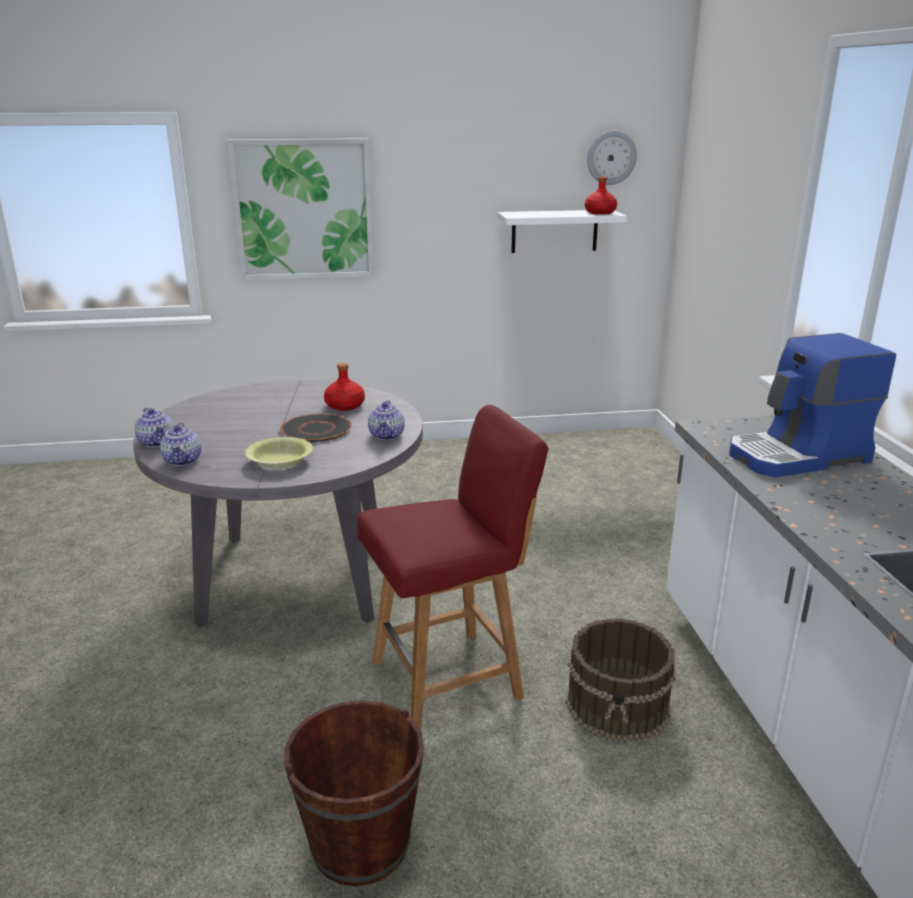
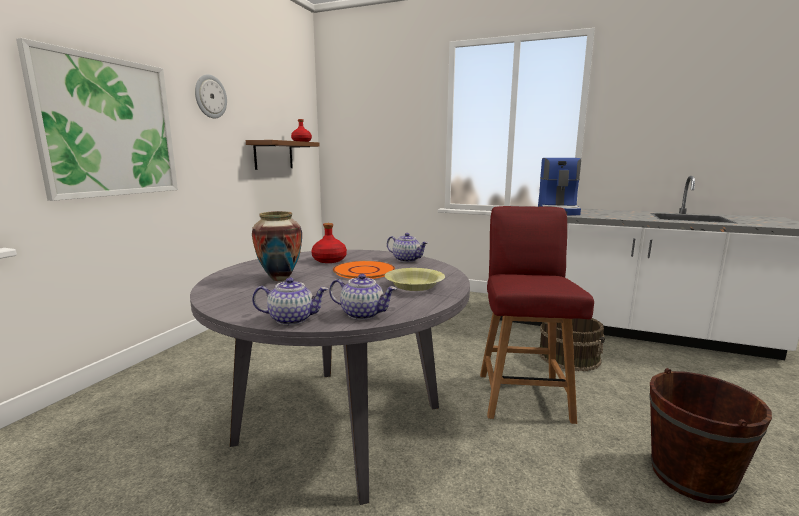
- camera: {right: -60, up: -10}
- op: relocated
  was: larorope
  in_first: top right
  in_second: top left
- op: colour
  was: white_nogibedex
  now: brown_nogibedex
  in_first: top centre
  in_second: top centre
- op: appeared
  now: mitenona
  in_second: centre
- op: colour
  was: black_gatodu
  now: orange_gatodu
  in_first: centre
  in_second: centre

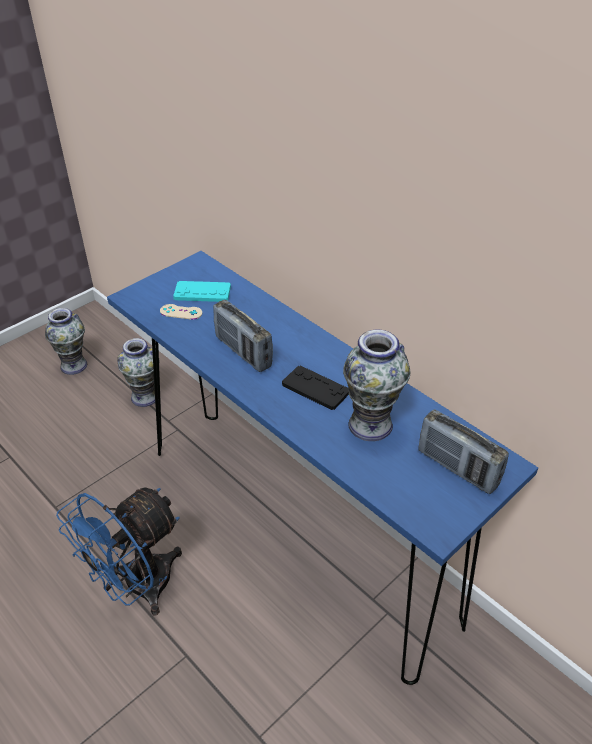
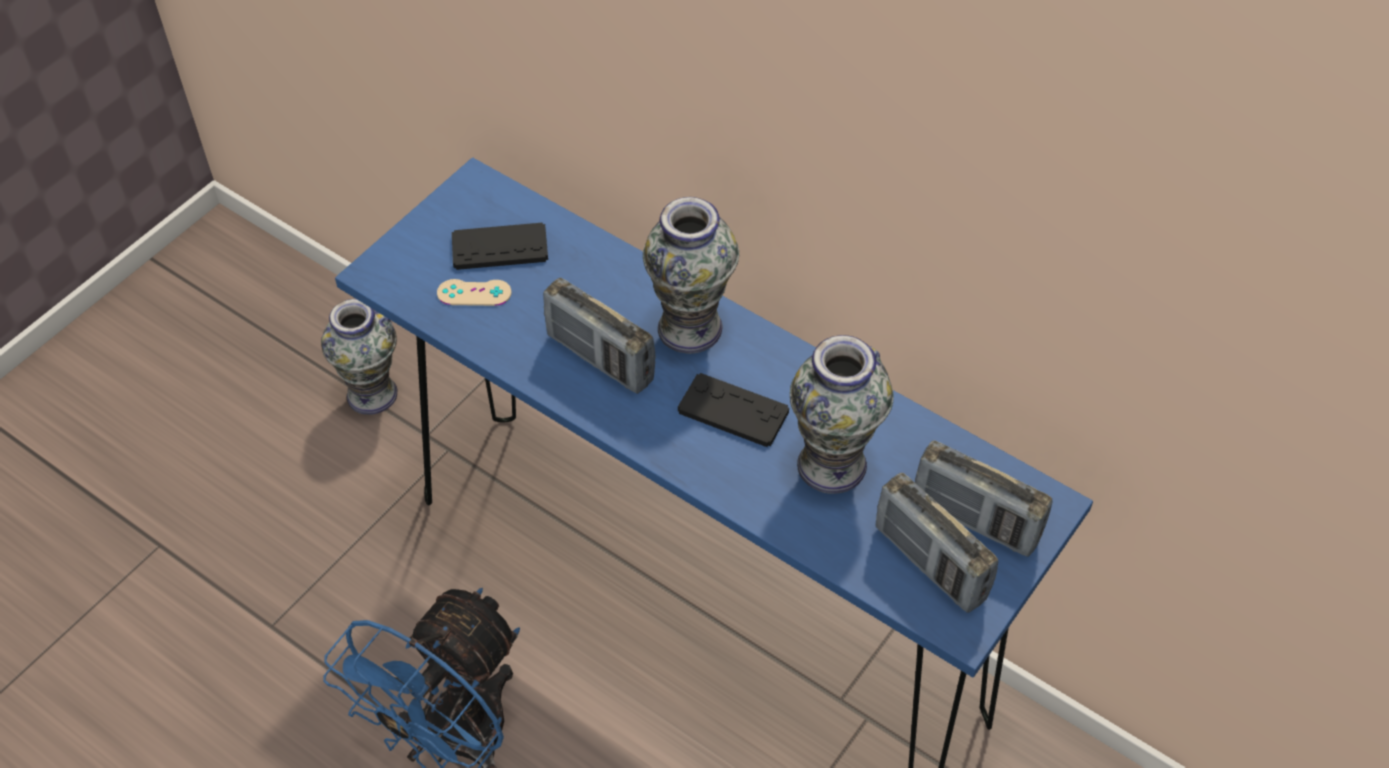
- camera: {right: -10, up: 10}
- op: colour
  was: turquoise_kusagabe
  now: black_kusagabe (no. 1 from left)
  in_first: centre
  in_second: top centre
- op: relocated
  was: mitenona (no. 1 from left in the first image)
  now: mitenona (no. 2 from left)
  in_first: middle left
  in_second: centre
- op: appeared
  now: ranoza (no. 2 from left)
  in_second: bottom right

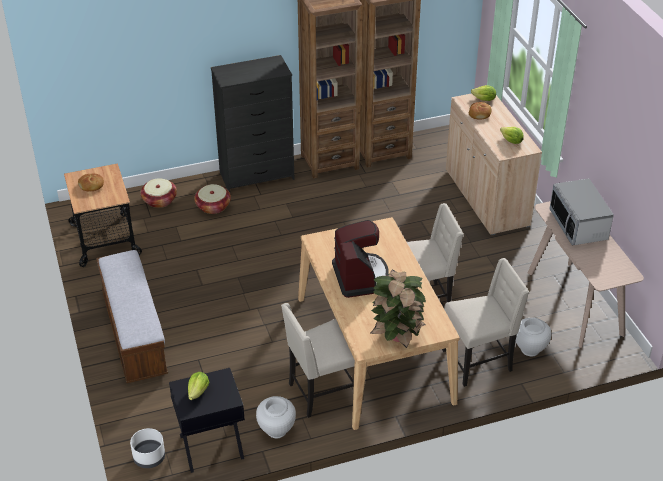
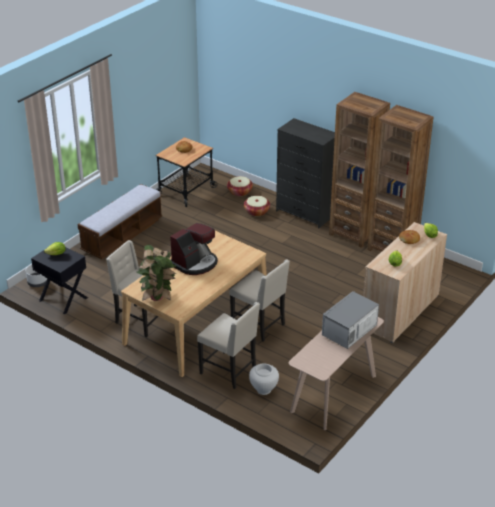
- camera: {right: 55, up: -5}
- op: missing
  was: white_mitenona (no. 1 from left)
  in_first: bottom centre

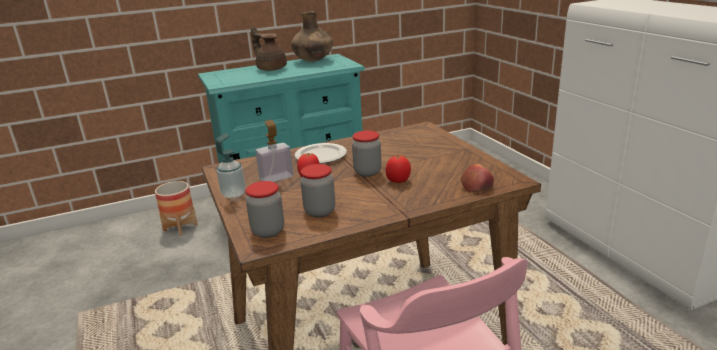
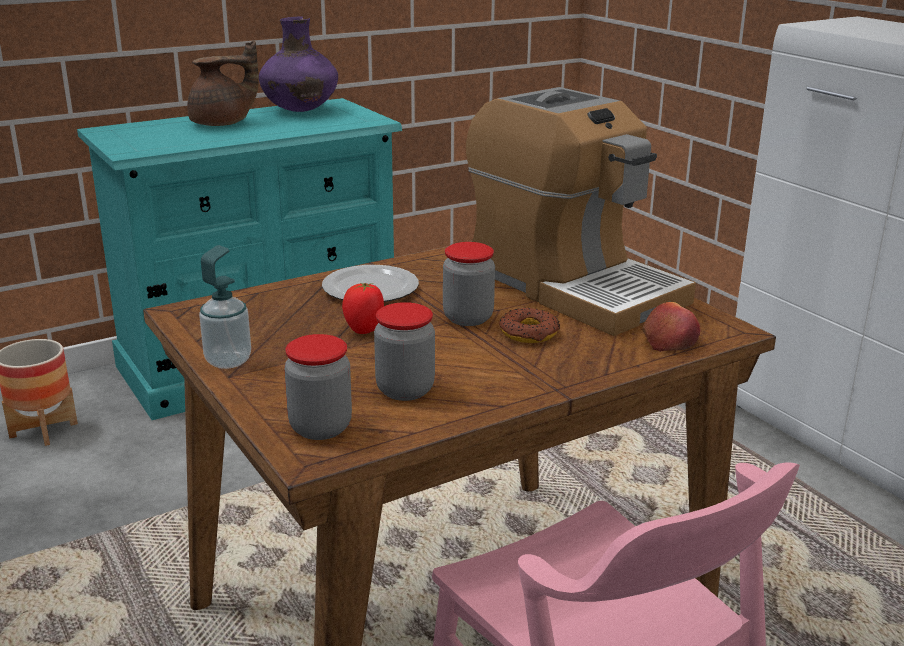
- camera: {right: -10, up: 0}
- op: spun
  was: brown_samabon
  in_first: top centre
  in_second: top left
  clockwise: 120
- op: colour
  was: brown_mitenona
  now: purple_mitenona
  in_first: top centre
  in_second: top left
- op: appeared
  now: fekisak
  in_second: top centre
- op: exchanged
  was: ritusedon (no. 2 from left)
  now: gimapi
  in_first: centre
  in_second: centre
- op: missing
  was: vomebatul (no. 2 from left)
  in_first: centre

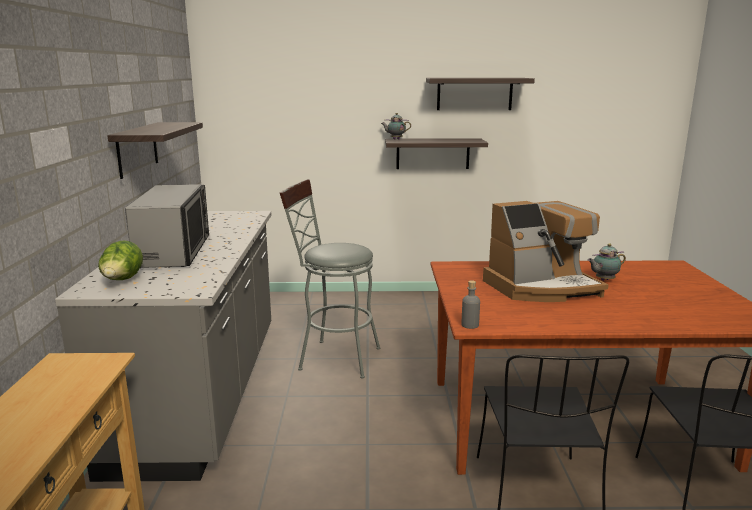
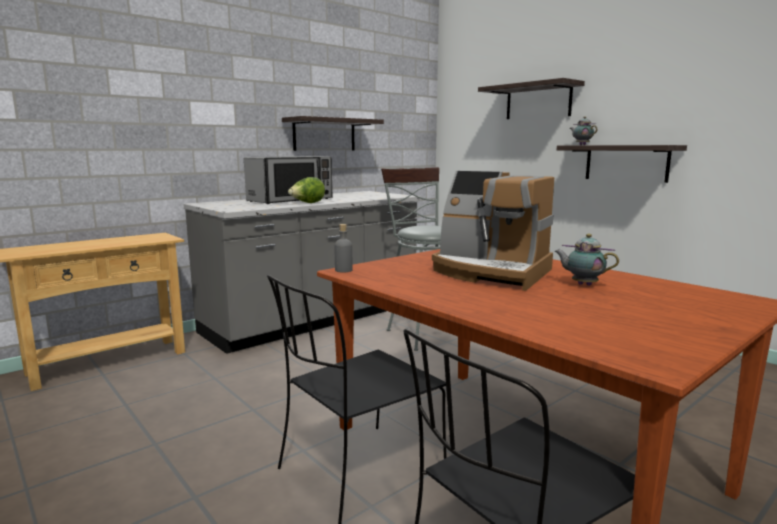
- camera: {right: 50, up: -5}
- op: relocated
  was: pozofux
  in_first: middle left
  in_second: centre
- op: relocated
  was: nogibedex (no. 3 from left in the first image)
  now: nogibedex (no. 2 from left)
  in_first: top centre
  in_second: top right

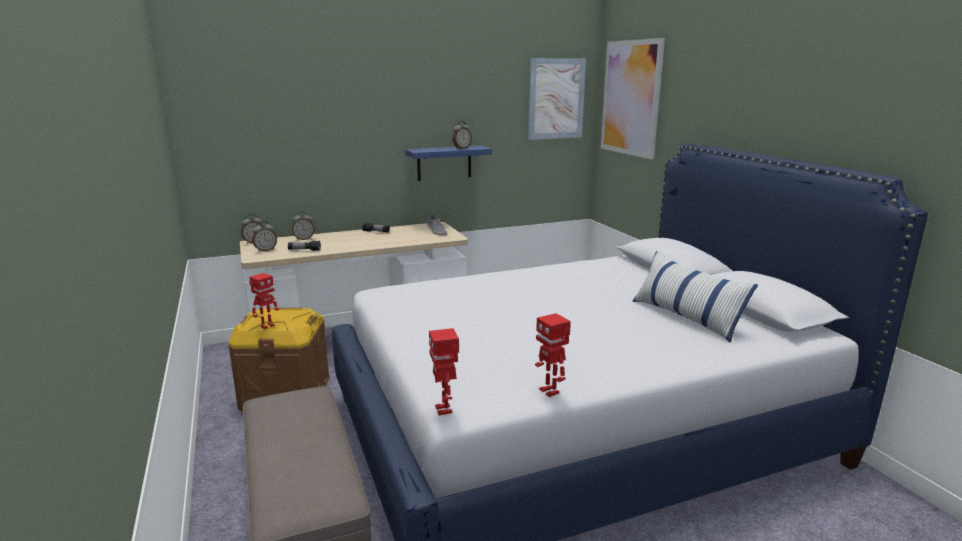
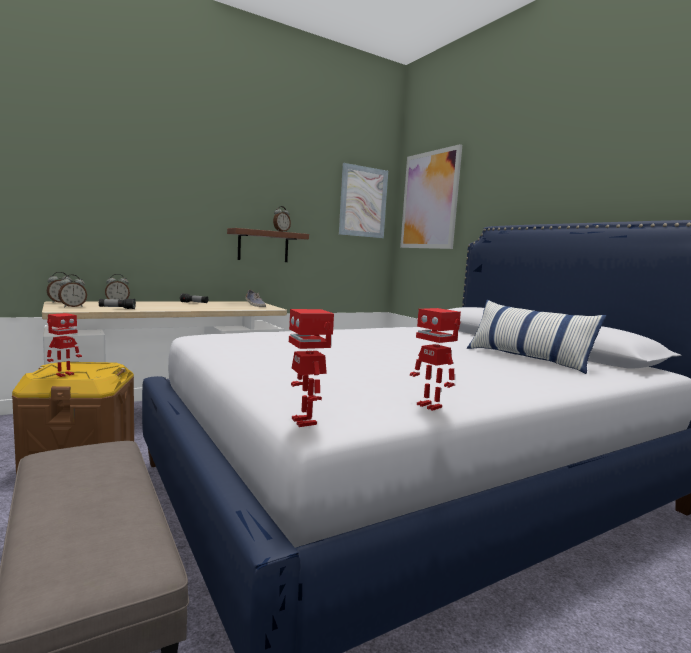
- camera: {right: -10, up: -10}
- op: colour
  was: blue_nogibedex
  now: brown_nogibedex
  in_first: top centre
  in_second: centre

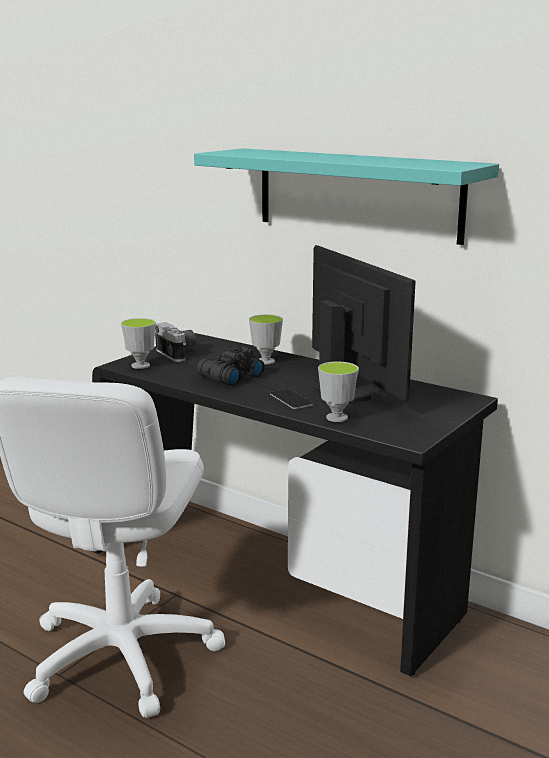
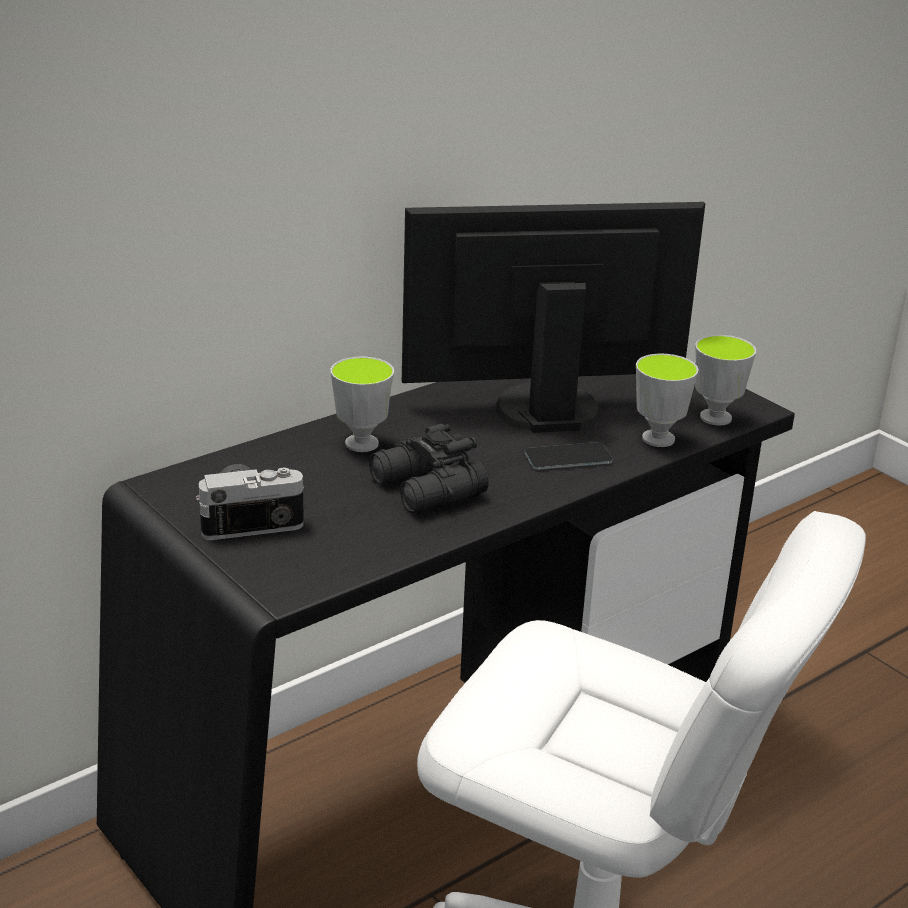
- camera: {right: -75, up: 10}
- op: relocated
  was: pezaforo (no. 1 from left in the first image)
  now: pezaforo (no. 3 from left)
  in_first: middle left
  in_second: middle right
- op: missing
  was: turquoise_nogibedex
  in_first: top centre

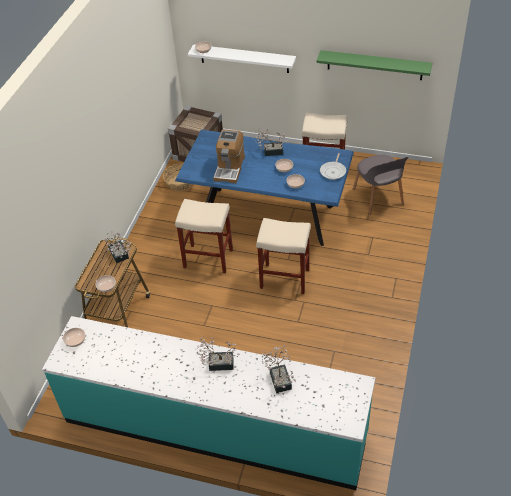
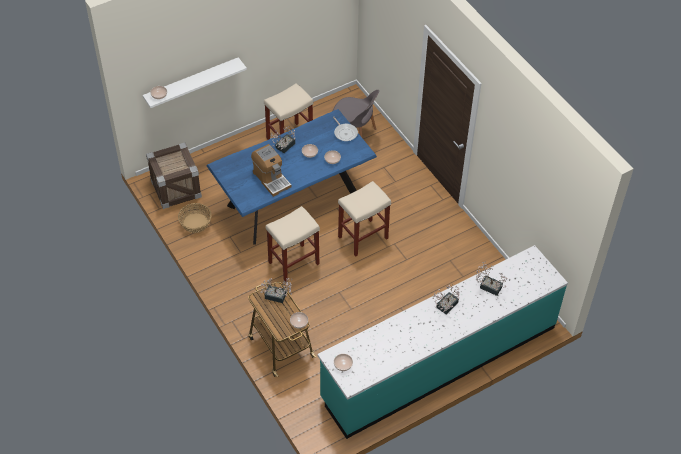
- camera: {right: -50, up: 5}
- op: missing
  was: green_nogibedex
  in_first: top right

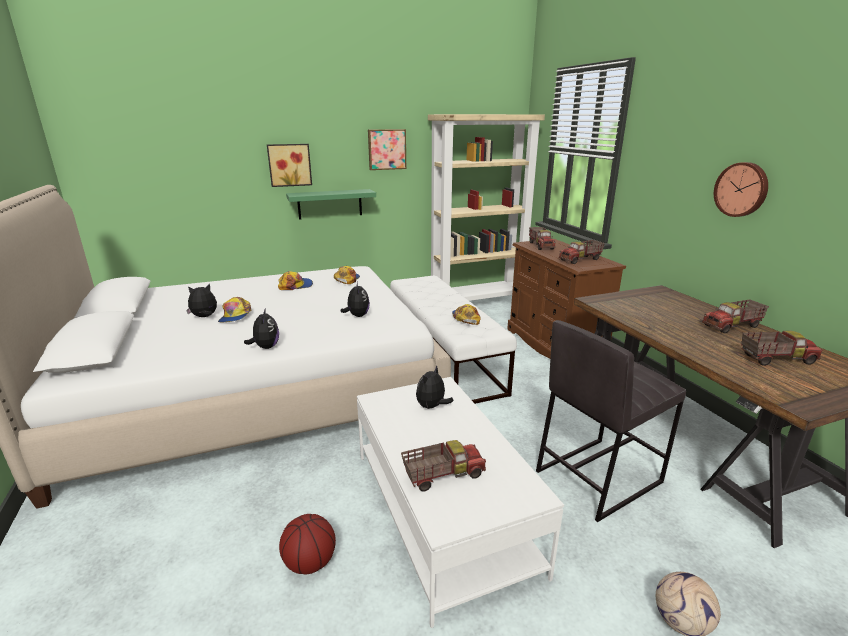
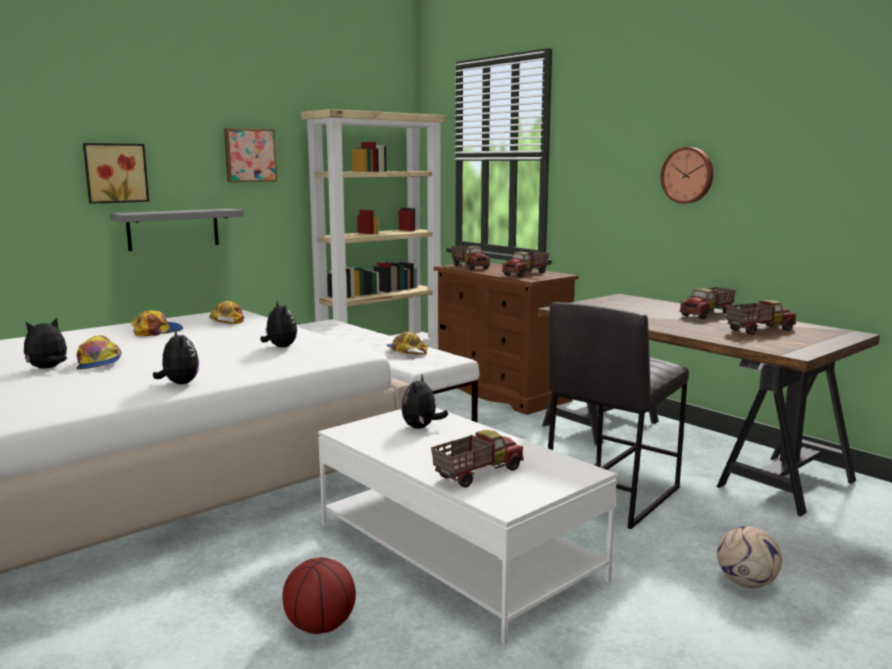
- camera: {right: -20, up: -10}
- op: colour
  was: green_nogibedex
  now: grey_nogibedex
  in_first: top centre
  in_second: middle left

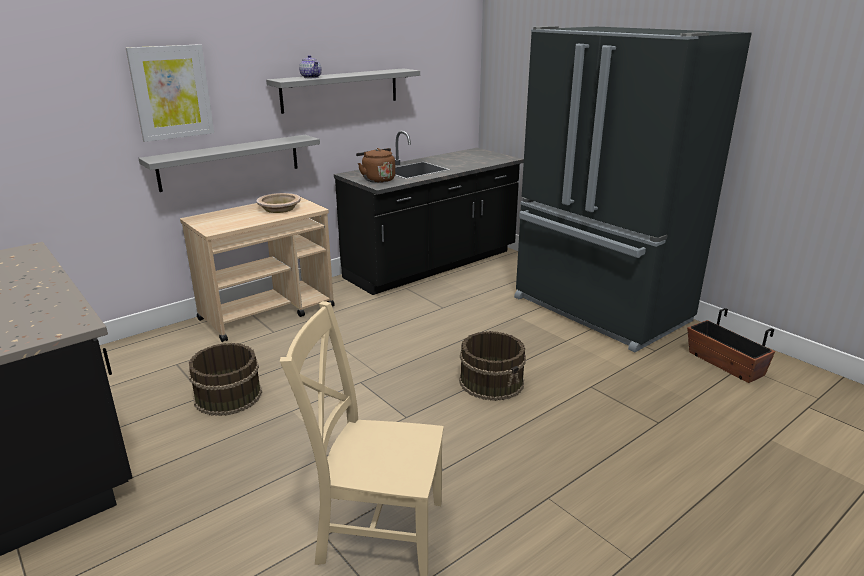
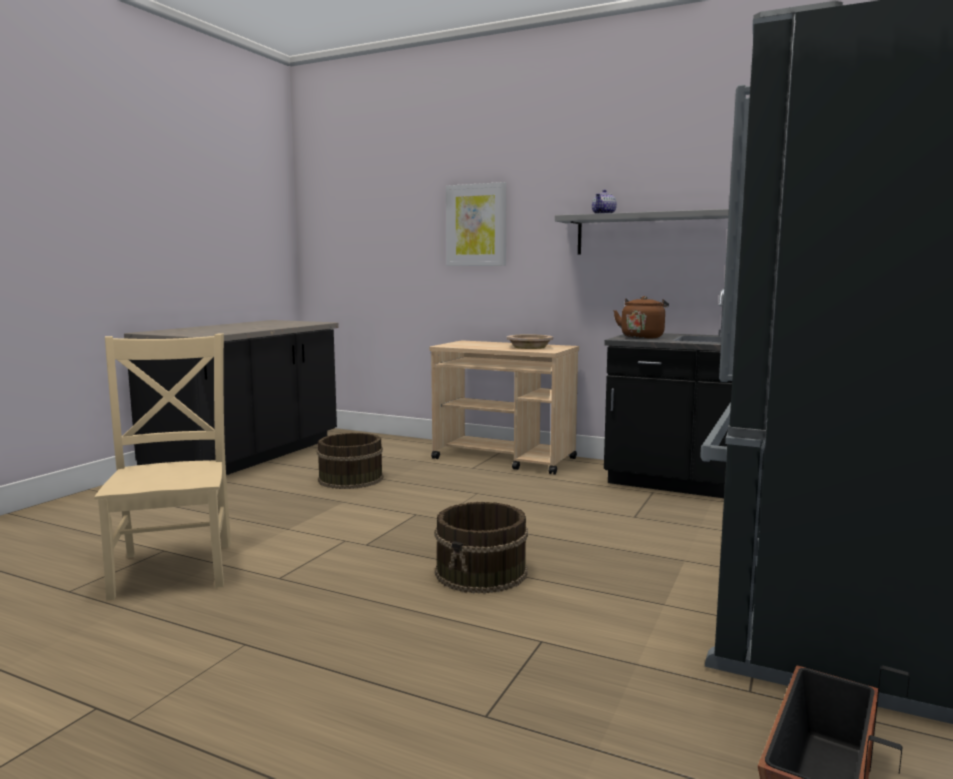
- camera: {right: 65, up: -15}
- op: missing
  was: grey_nogibedex (no. 1 from left)
  in_first: top left

